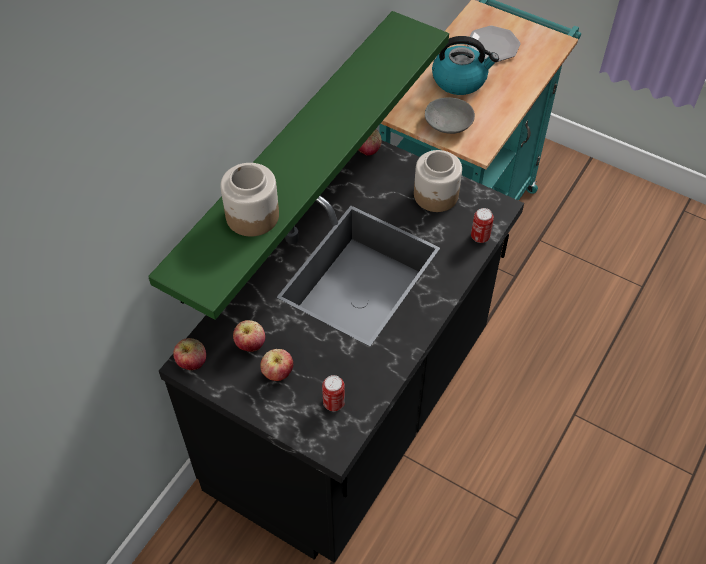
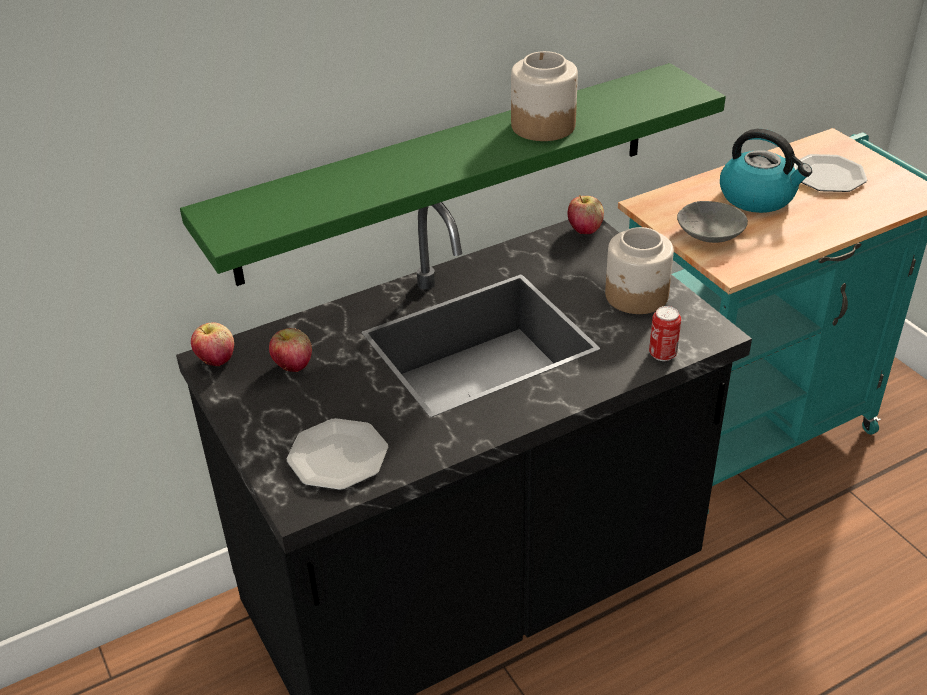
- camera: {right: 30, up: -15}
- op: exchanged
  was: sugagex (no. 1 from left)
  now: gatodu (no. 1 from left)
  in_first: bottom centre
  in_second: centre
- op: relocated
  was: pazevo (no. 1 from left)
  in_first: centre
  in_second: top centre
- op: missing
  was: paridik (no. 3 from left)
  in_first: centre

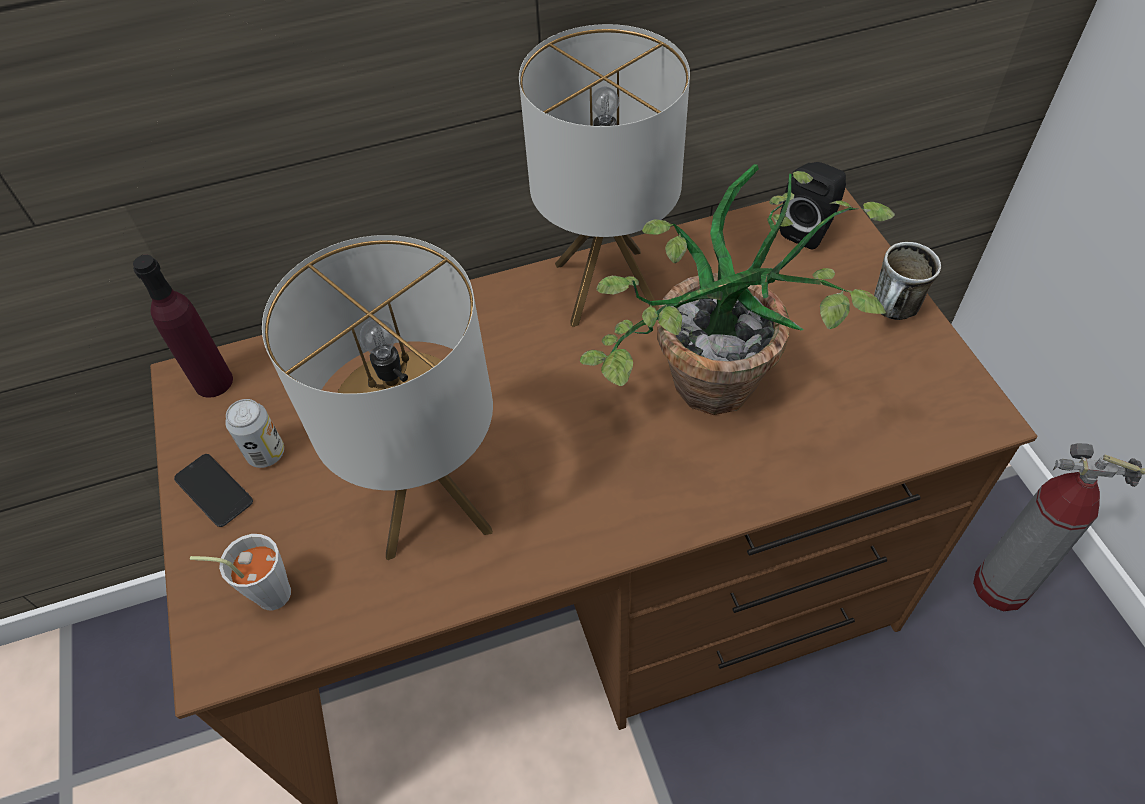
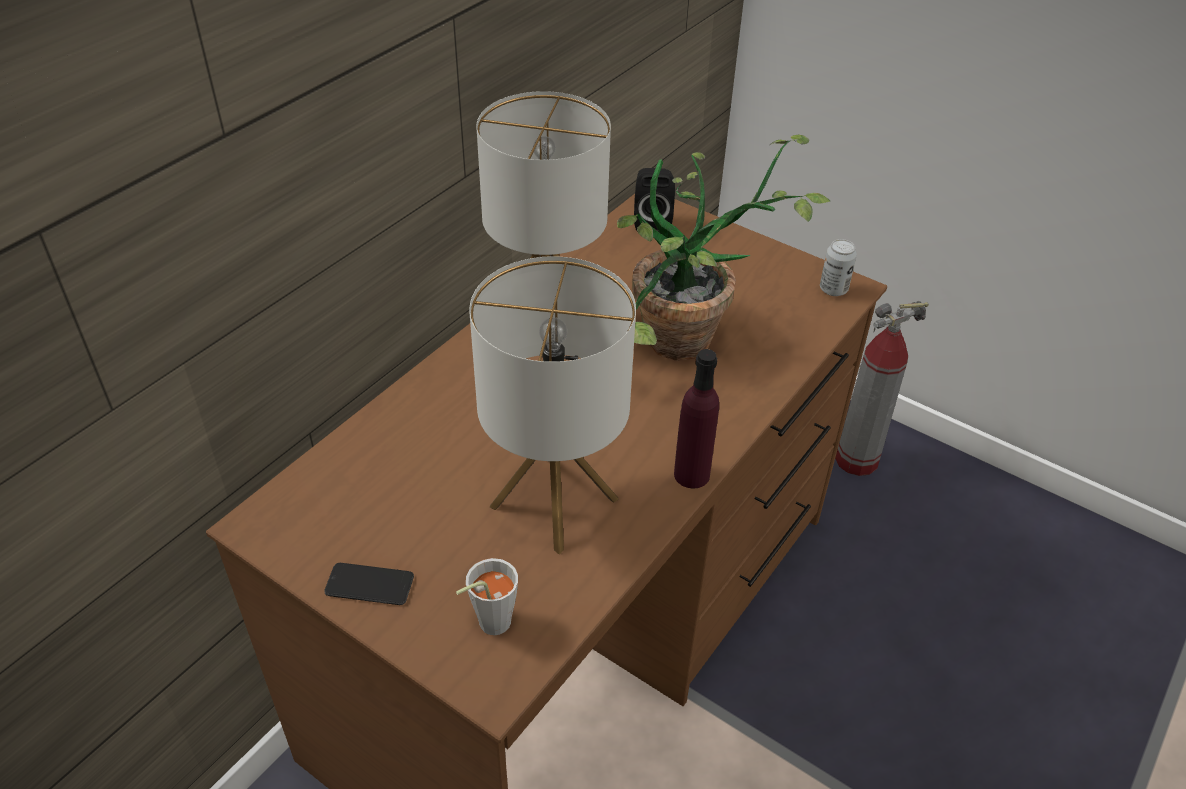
- camera: {right: -40, up: -10}
- op: relocated
  was: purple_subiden
  in_first: middle left
  in_second: centre
- op: relocated
  was: sugagex
  in_first: middle left
  in_second: middle right
- op: missing
  was: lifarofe
  in_first: middle right

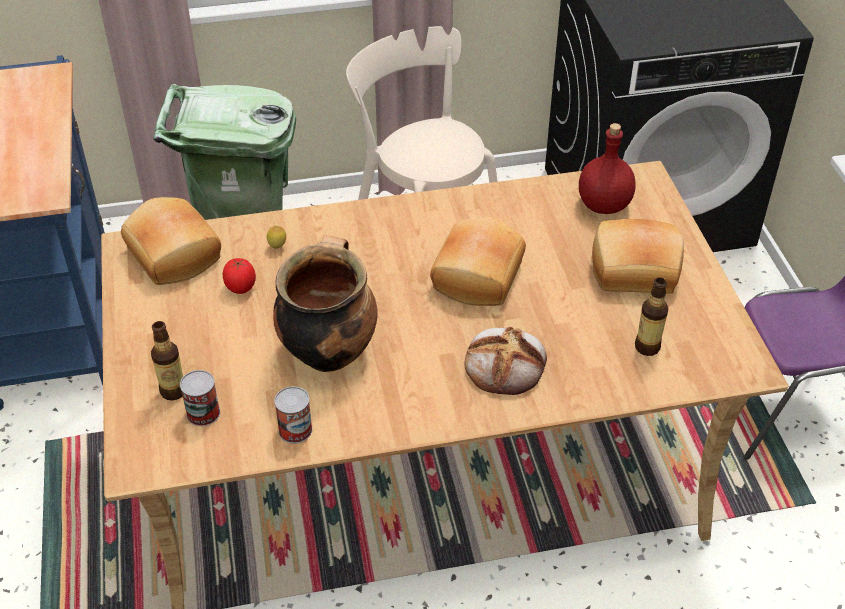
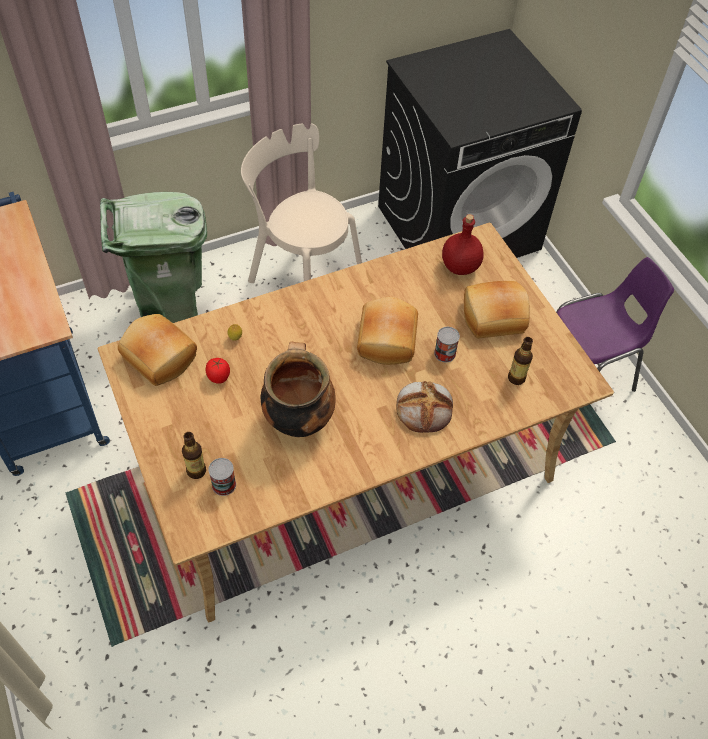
- camera: {right: -15, up: 10}
- op: relocated
  was: sugagex (no. 2 from left)
  in_first: bottom centre
  in_second: centre

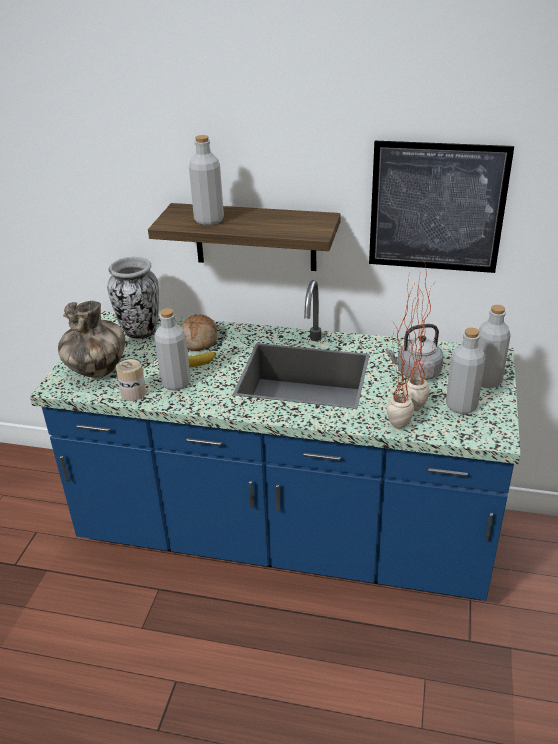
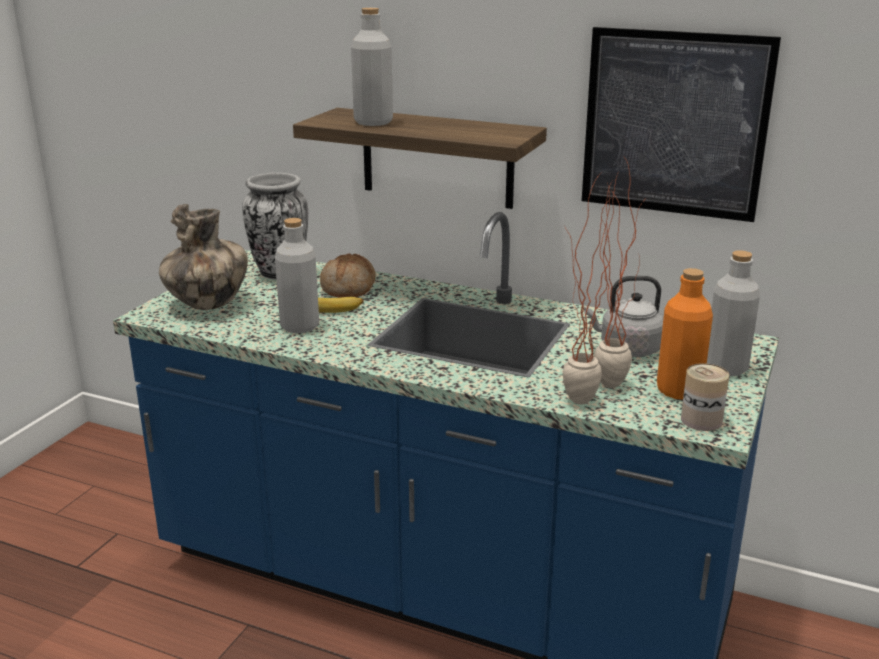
- camera: {right: 10, up: -10}
- op: colour
  was: grey_subiden (no. 3 from left)
  now: orange_subiden
  in_first: middle right
  in_second: middle right
- op: relocated
  was: sugagex
  in_first: middle left
  in_second: middle right

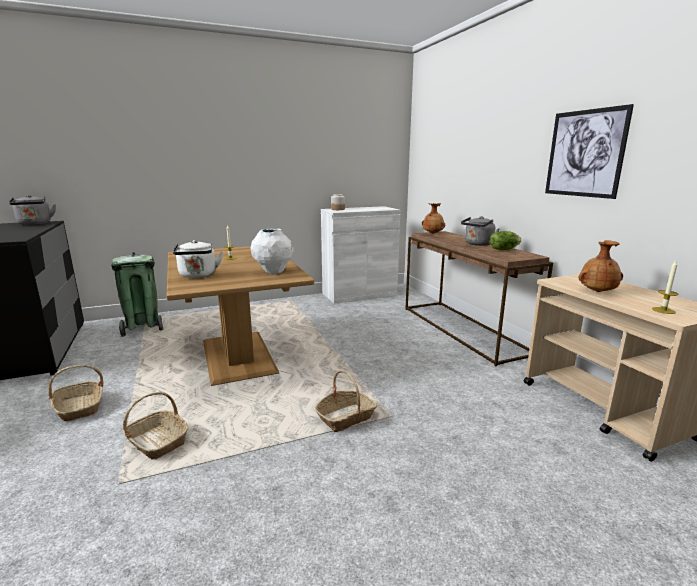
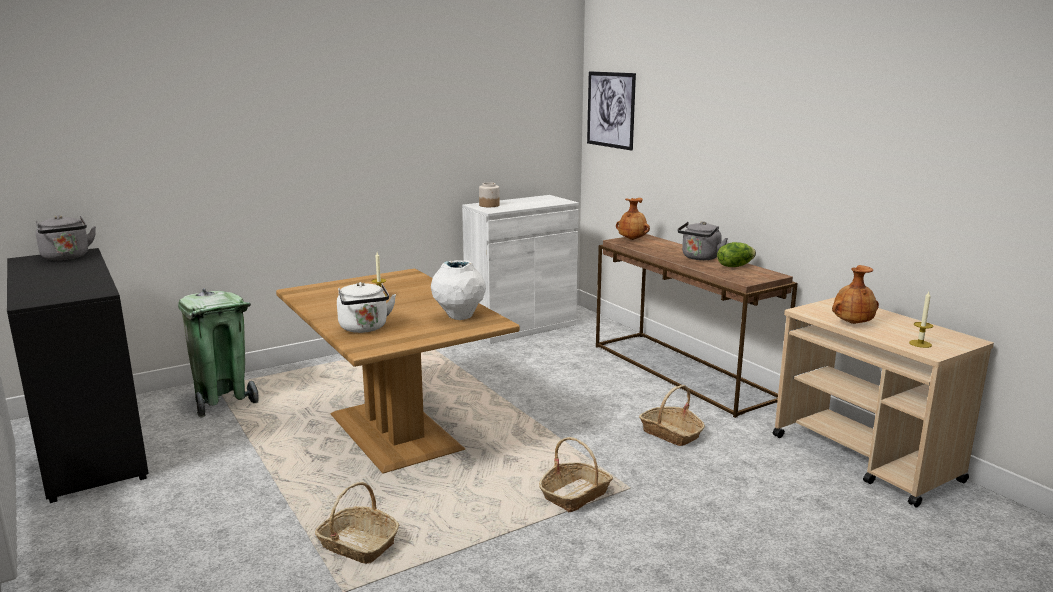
- camera: {right: -10, up: 0}
- op: relocated
  was: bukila
  in_first: top right
  in_second: top centre
- op: relocated
  was: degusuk (no. 1 from left in the first image)
  now: degusuk (no. 3 from left)
  in_first: bottom left
  in_second: bottom centre

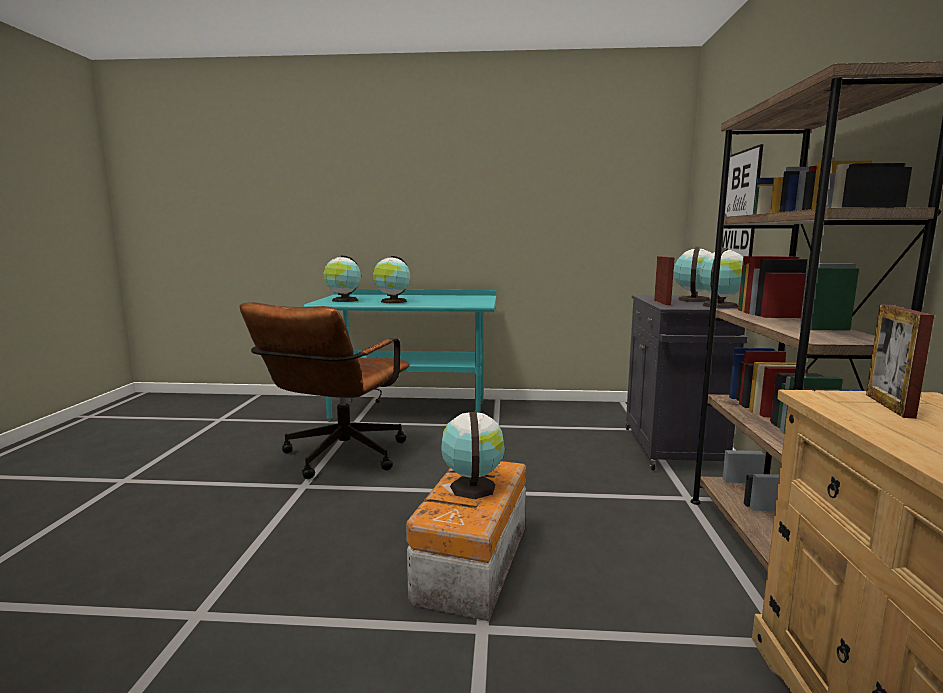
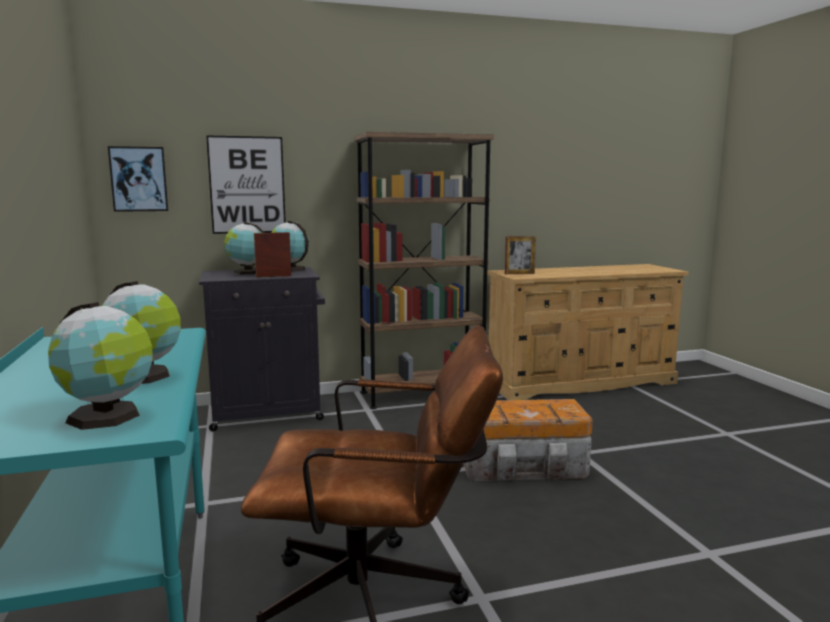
- camera: {right: -110, up: 0}
- op: appeared
  now: bukila (no. 1 from left)
  in_second: top left
- op: missing
  was: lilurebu (no. 3 from left)
  in_first: centre

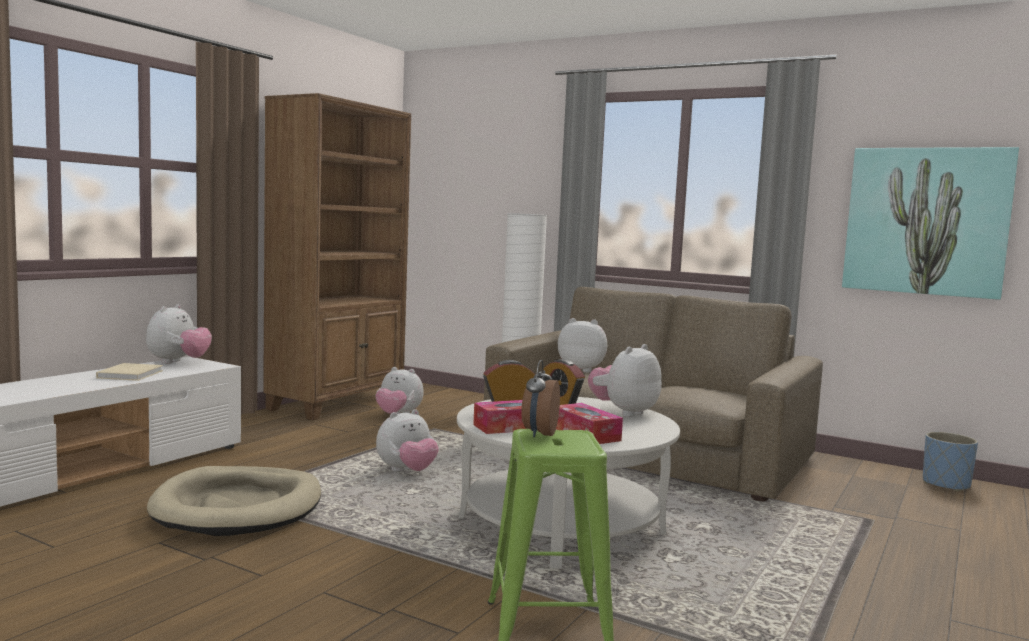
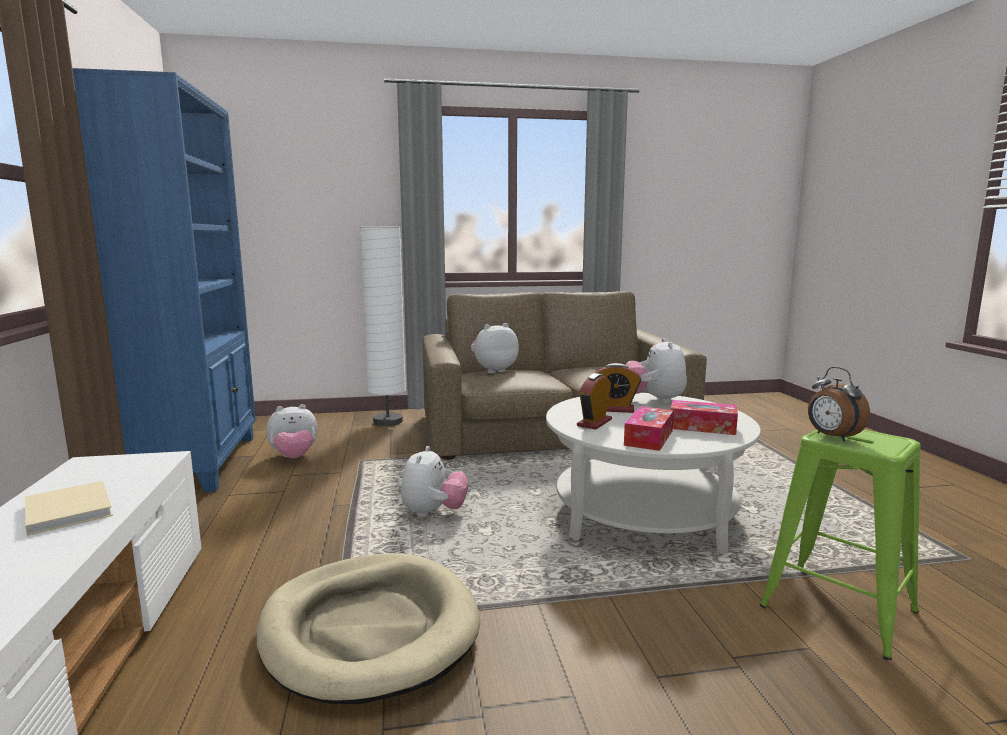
- camera: {right: -40, up: 5}
- op: colour
  was: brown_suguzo
  now: blue_suguzo
  in_first: middle left
  in_second: middle left
- op: missing
  was: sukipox (no. 1 from left)
  in_first: middle left
- op: missing
  was: bukila
  in_first: middle right
- op: missing
  was: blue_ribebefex
  in_first: bottom right

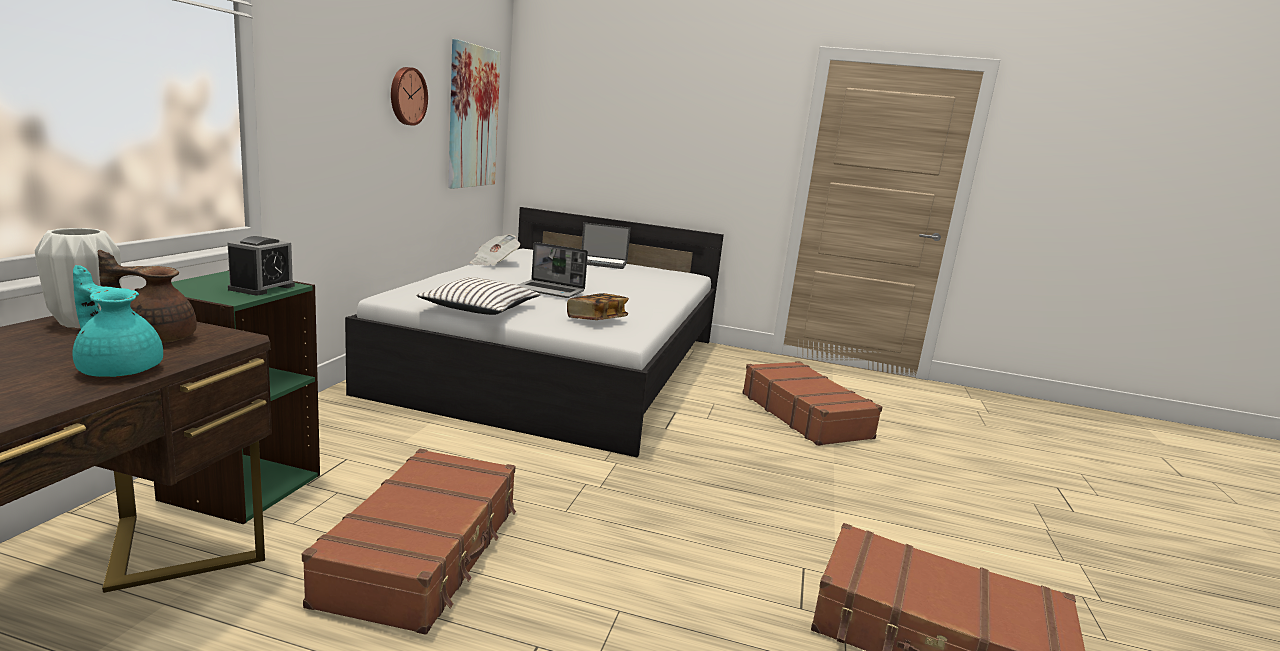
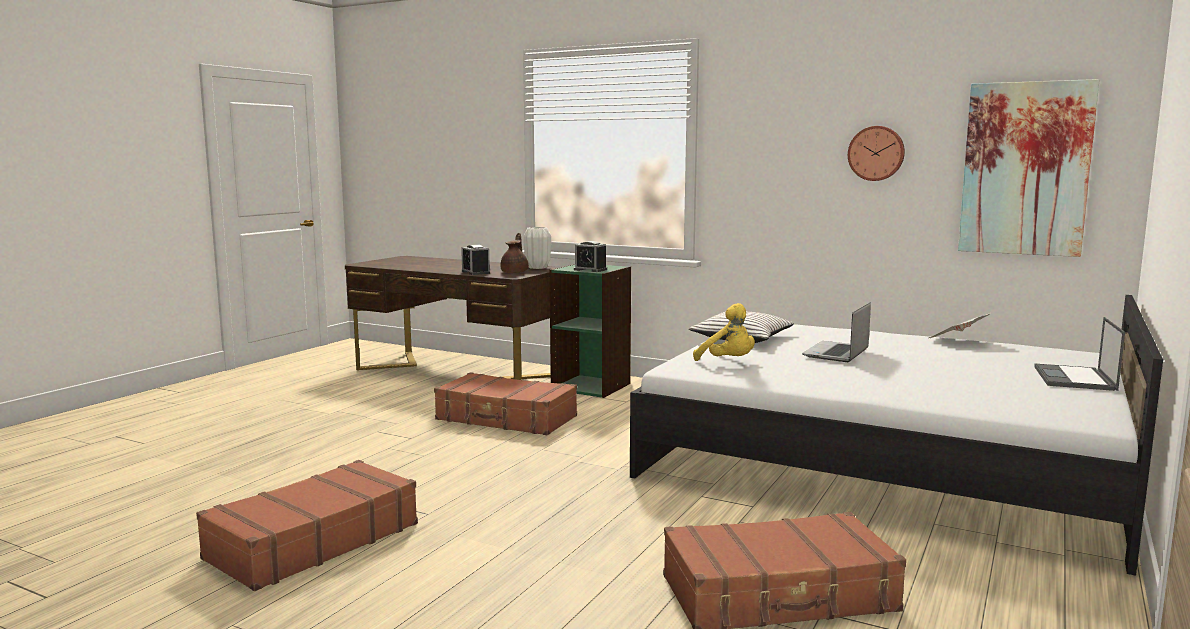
- camera: {right: 105, up: -5}
- op: exchanged
  was: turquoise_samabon
  now: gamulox (no. 1 from left)
  in_first: middle left
  in_second: centre
- op: exchanged
  was: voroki
  now: yellow_sukipox
  in_first: centre
  in_second: centre

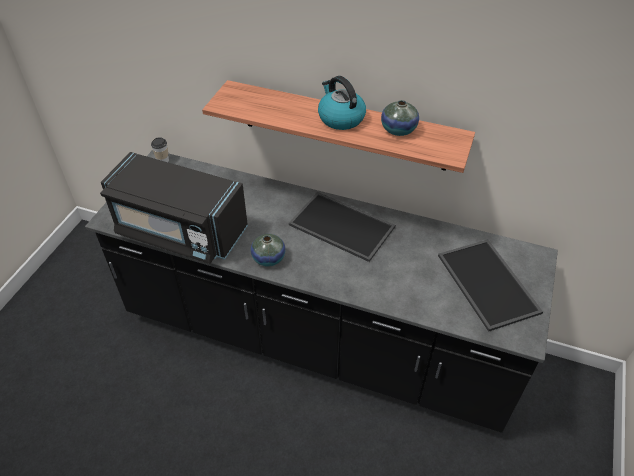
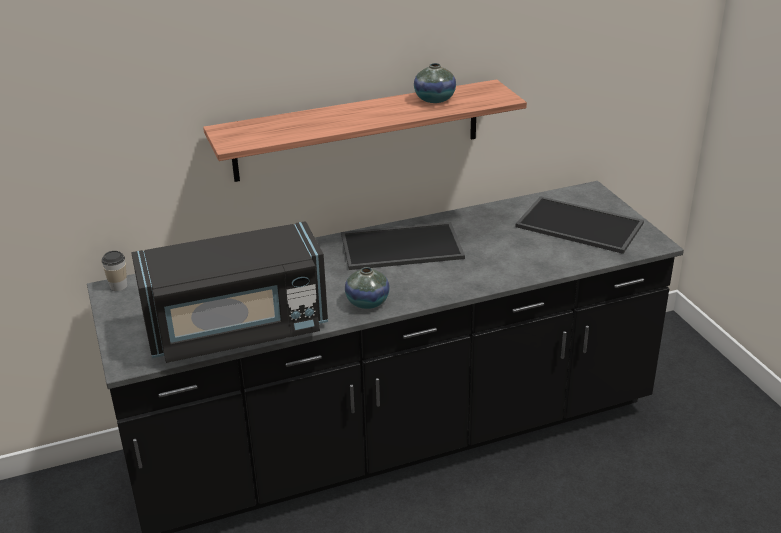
- camera: {right: -40, up: -15}
- op: missing
  was: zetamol
  in_first: top centre

